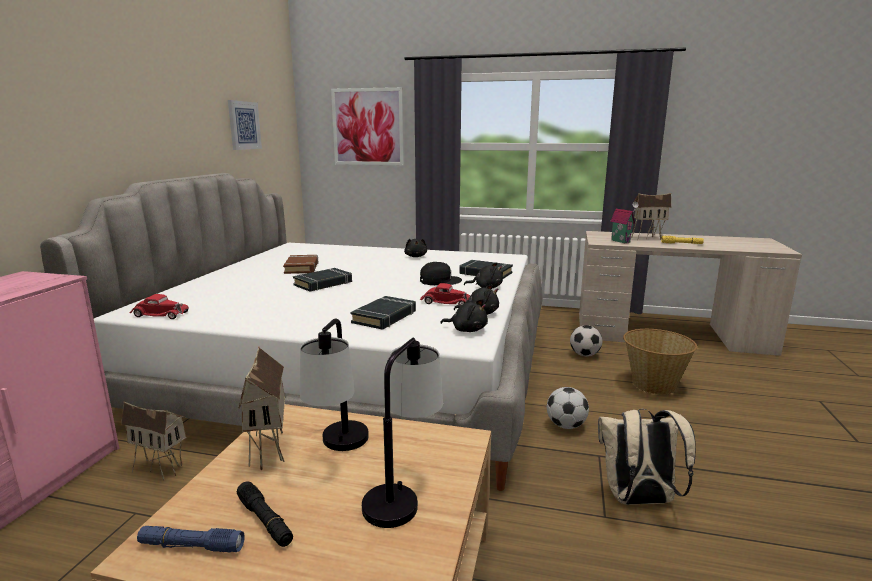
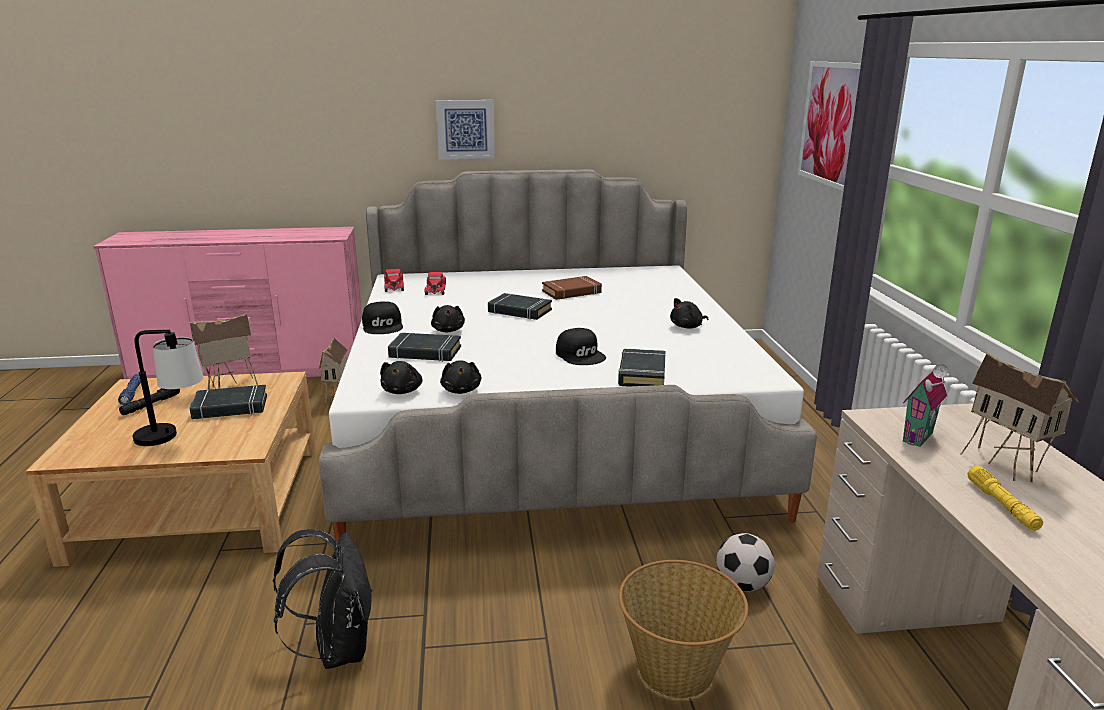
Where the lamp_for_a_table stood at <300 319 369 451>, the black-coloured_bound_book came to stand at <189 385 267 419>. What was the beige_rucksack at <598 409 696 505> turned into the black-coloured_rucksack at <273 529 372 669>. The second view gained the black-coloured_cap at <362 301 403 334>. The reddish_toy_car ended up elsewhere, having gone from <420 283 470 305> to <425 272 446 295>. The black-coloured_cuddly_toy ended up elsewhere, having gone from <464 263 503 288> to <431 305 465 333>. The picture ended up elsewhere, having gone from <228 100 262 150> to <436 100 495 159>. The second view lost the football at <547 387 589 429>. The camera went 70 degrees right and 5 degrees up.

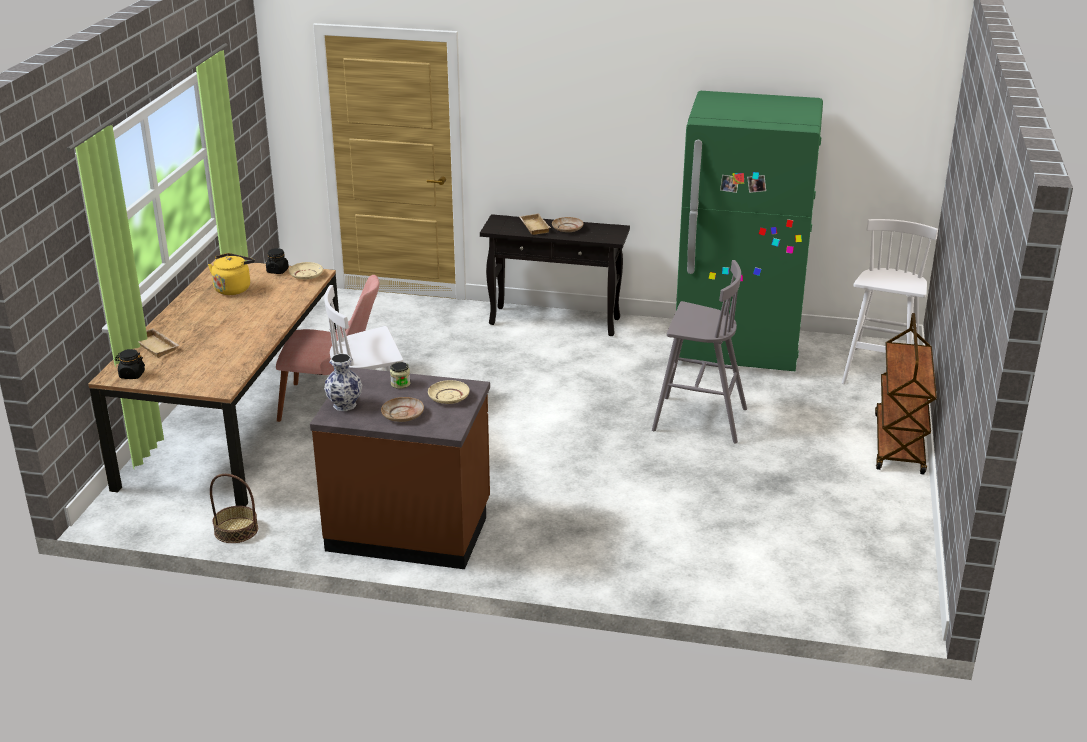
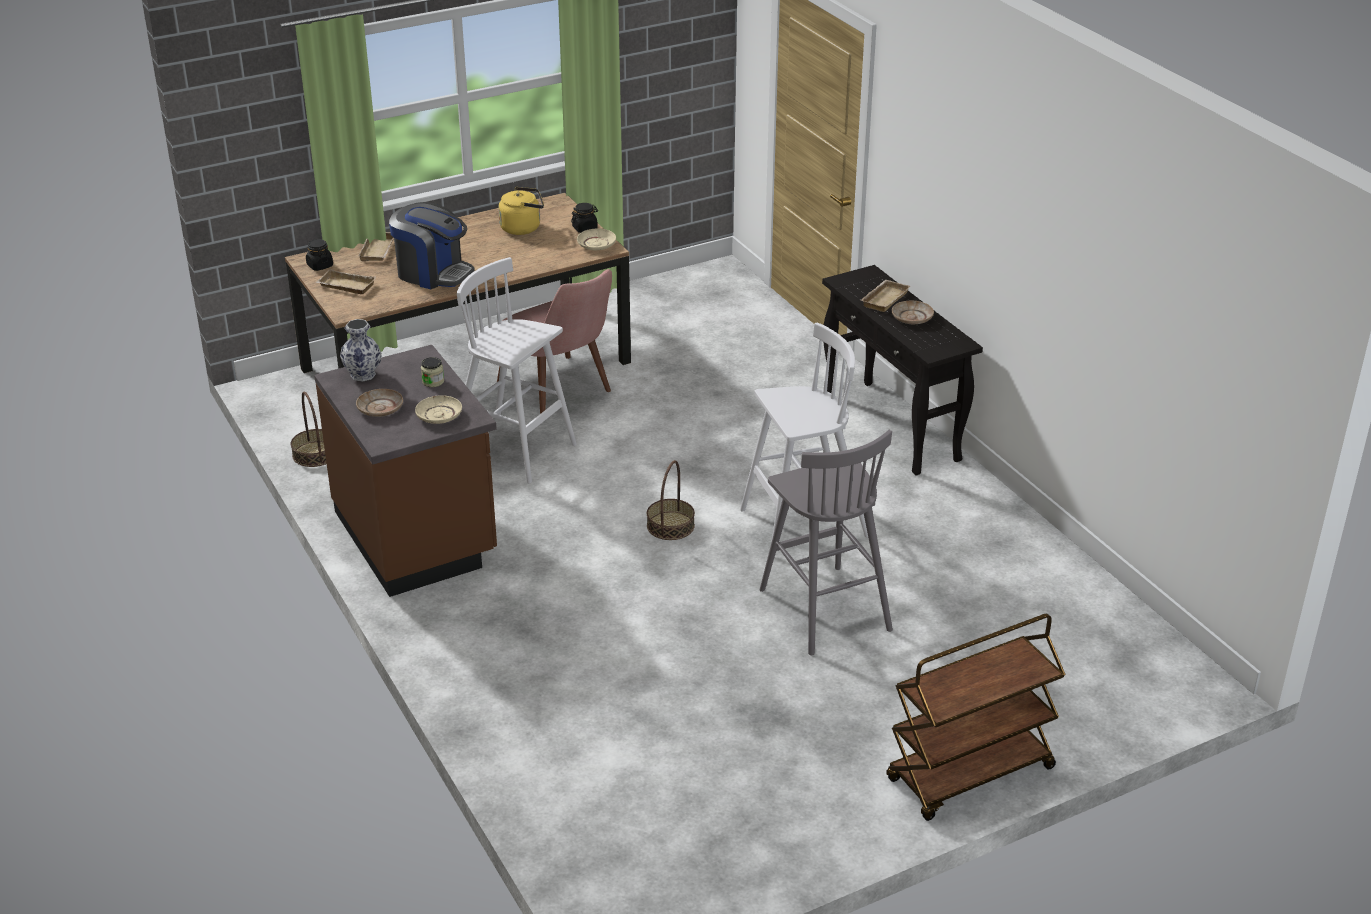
The second view gained the beige_serving_tray at <316 269 376 294>. The second view gained the coffee_machine at <389 202 475 289>. The second view gained the basket at <647 460 695 540>. The whitish_stool ended up elsewhere, having gone from <842 219 938 384> to <740 322 868 543>. The second view lost the green-coloured_refrigerator at <676 91 823 371>. The camera went 50 degrees right and 5 degrees up.

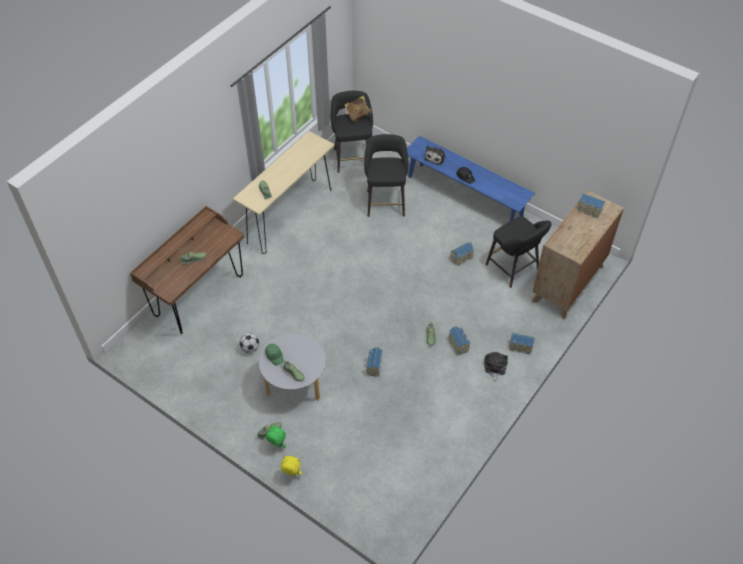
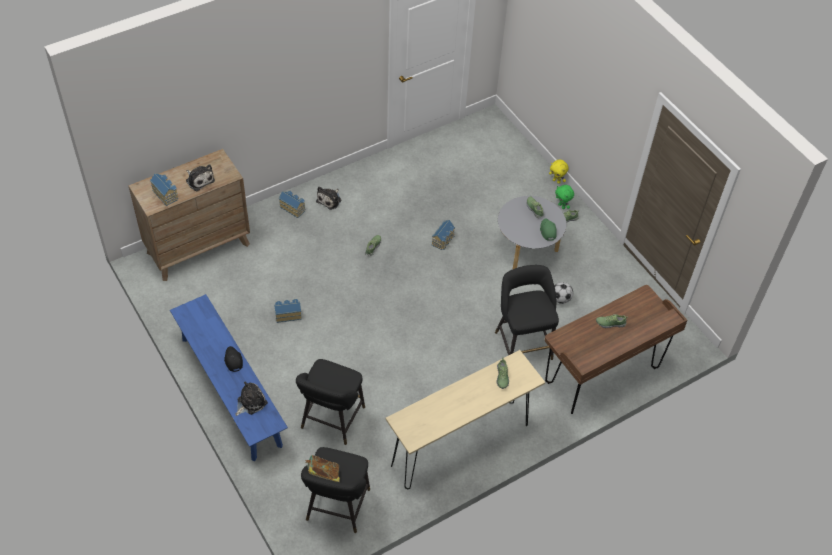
The second view gained the cuddly_toy at <186 164 215 191>. The black-coloured_stool ended up elsewhere, having gone from <486 216 552 288> to <495 265 559 360>. The second view lost the miniature_house at <449 326 470 355>. The camera went 160 degrees left and 0 degrees up.

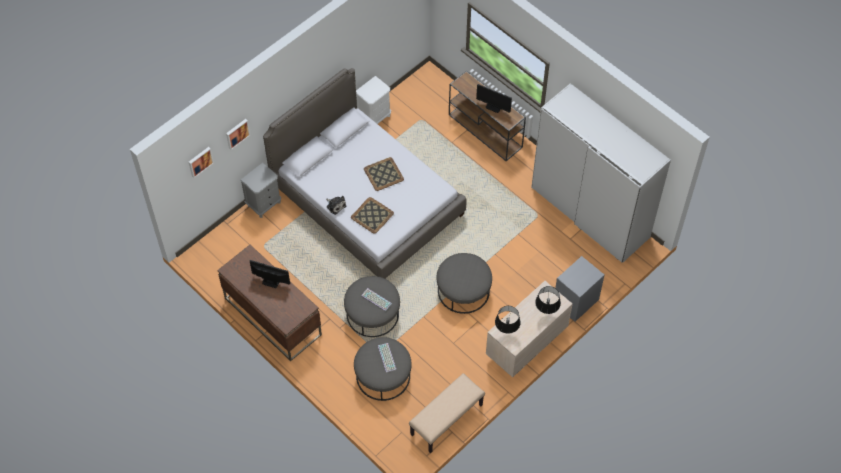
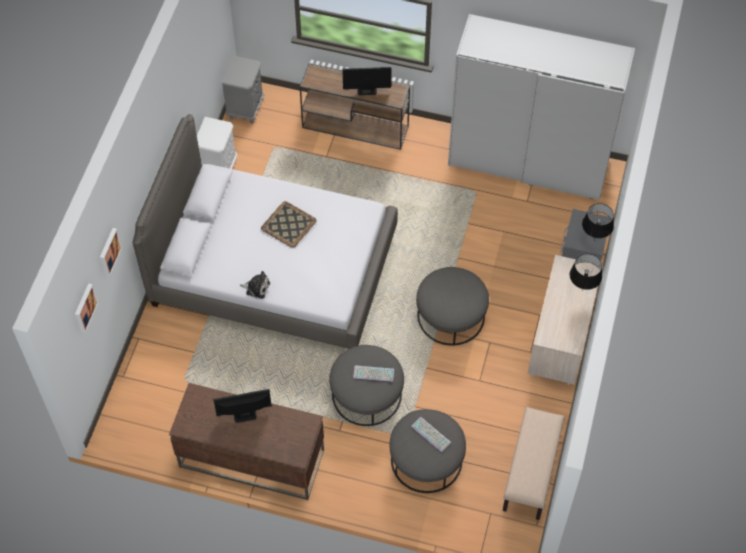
The gray_bedside_table ended up elsewhere, having gone from <240 163 281 218> to <222 56 264 124>. The black-coloured_lamp_for_a_table ended up elsewhere, having gone from <495 306 521 334> to <582 203 614 240>. The second view lost the serving_tray at <351 197 394 234>. The camera went 30 degrees left and 0 degrees up.

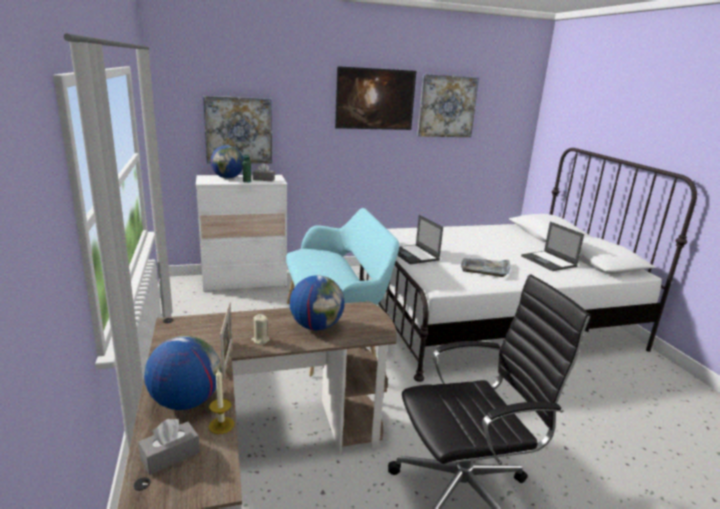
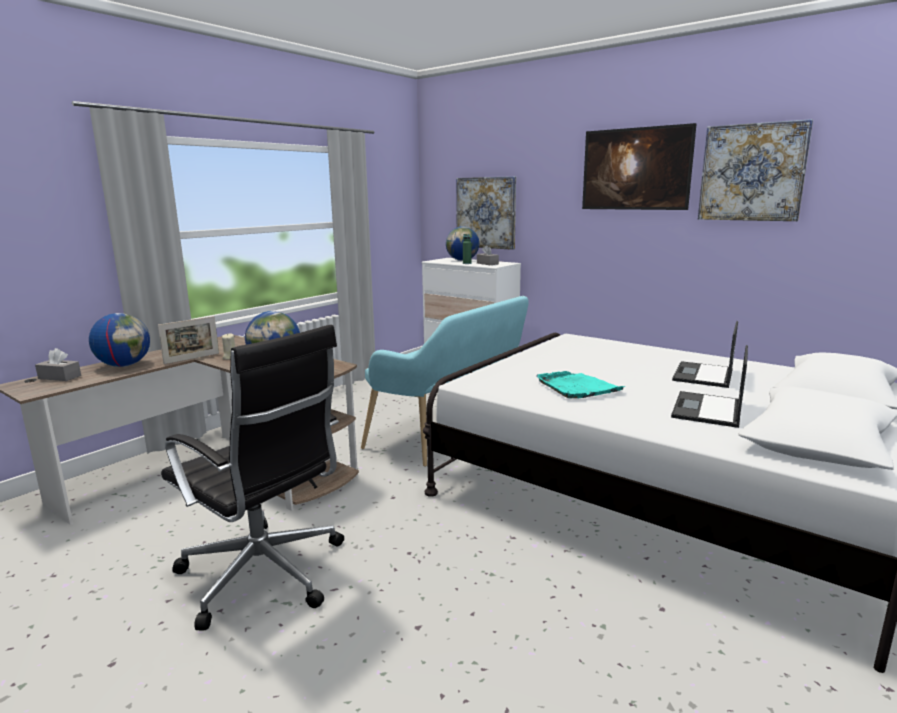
What was the gray_serving_tray at <461 258 511 277> turned into the turquoise-coloured_serving_tray at <536 371 627 398>. The notebook_computer ended up elsewhere, having gone from <397 215 443 264> to <672 321 738 388>. The second view lost the wax_candle at <209 369 234 434>. The camera went 55 degrees right and 5 degrees down.

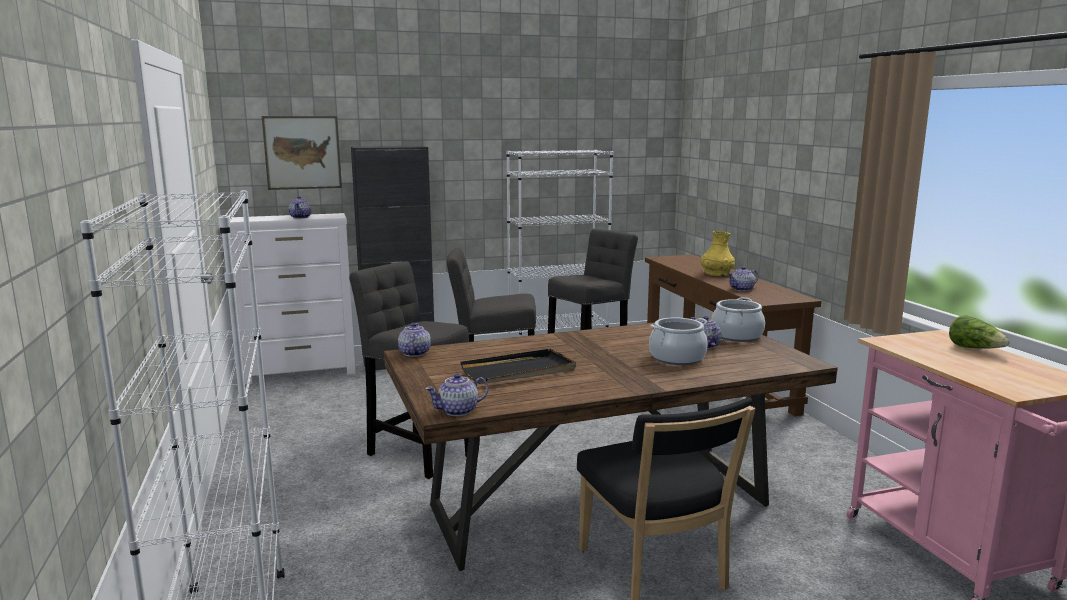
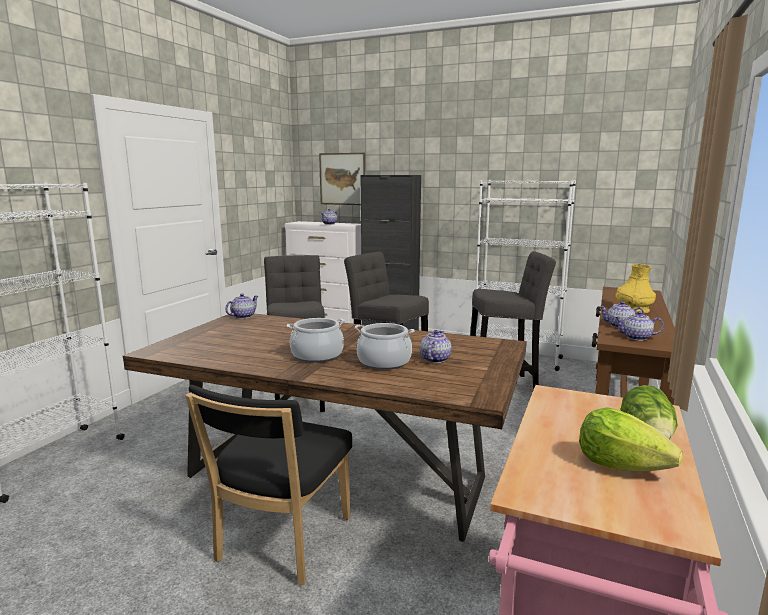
The cooking_pot ended up elsewhere, having gone from <711 297 765 342> to <287 318 345 363>. The second view gained the lettuce_head at <579 407 682 472>. The tea_pot ended up elsewhere, having gone from <425 373 489 416> to <615 311 664 341>. The second view lost the black-coloured_serving_tray at <461 349 576 384>. The camera went 40 degrees right and 0 degrees up.

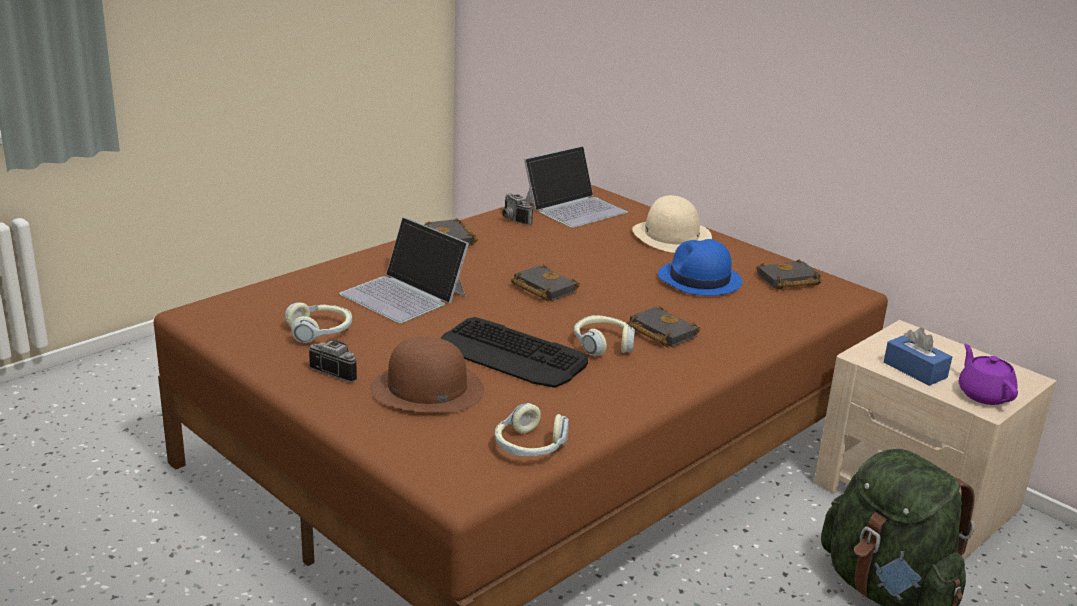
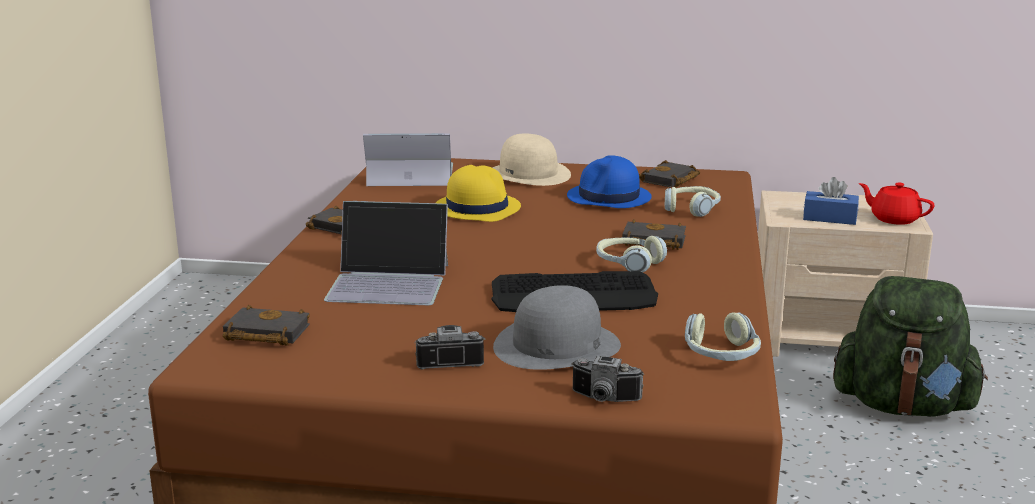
The black-coloured_bound_book ended up elsewhere, having gone from <511 264 580 301> to <223 305 310 346>. The notebook_computer at <524 146 628 228> ended up facing another way, 105 degrees counterclockwise from before. The second view gained the yellow_wearable_hat at <436 165 521 222>. What was the brownish_wearable_hat at <370 337 484 413> turned into the gray_wearable_hat at <493 285 621 370>. The photo_camera ended up elsewhere, having gone from <502 194 533 225> to <571 356 644 402>. The headset ended up elsewhere, having gone from <285 302 352 343> to <665 186 721 217>. What was the purple_tea_pot at <959 344 1018 405> turned into the reddish_tea_pot at <859 183 934 225>. The camera went 35 degrees left and 5 degrees down.

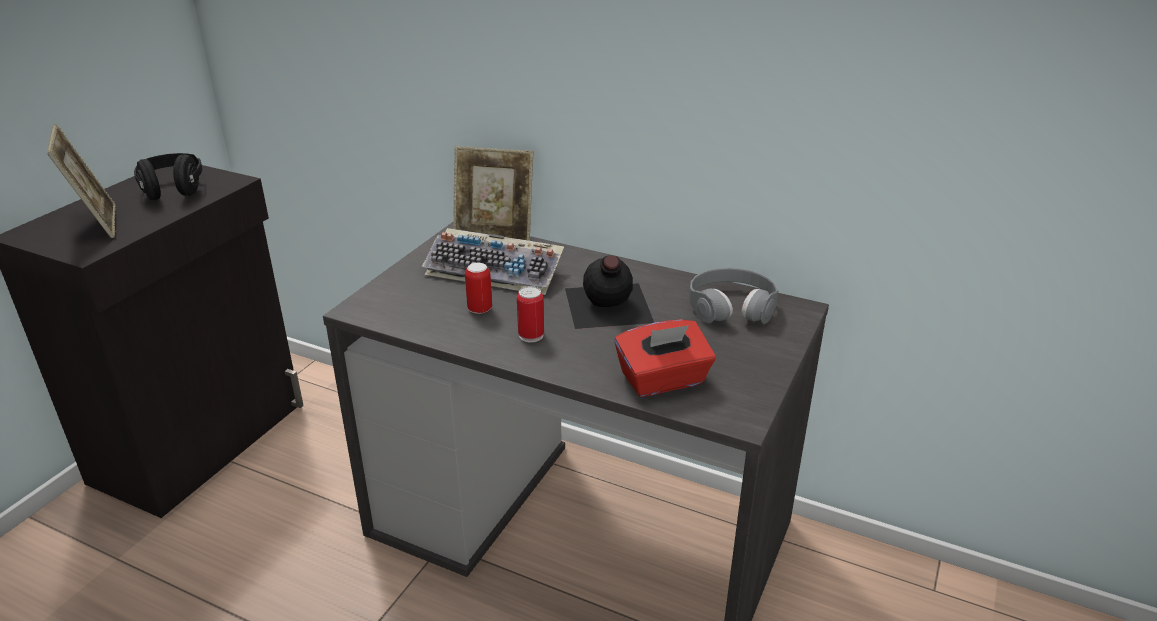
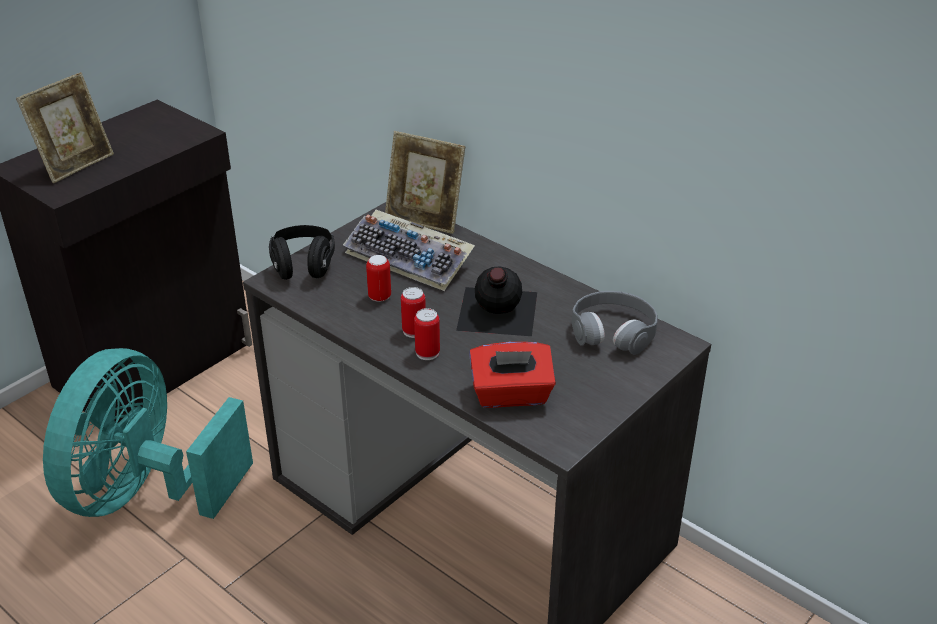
The standing_frame at <47 124 116 238> ended up facing another way, 45 degrees clockwise from before. The second view gained the turquoise-coloured_fan at <43 348 253 519>. The black-coloured_headset ended up elsewhere, having gone from <134 153 202 200> to <269 225 335 280>. The second view gained the can at <414 308 440 360>. The camera went 15 degrees right and 5 degrees up.

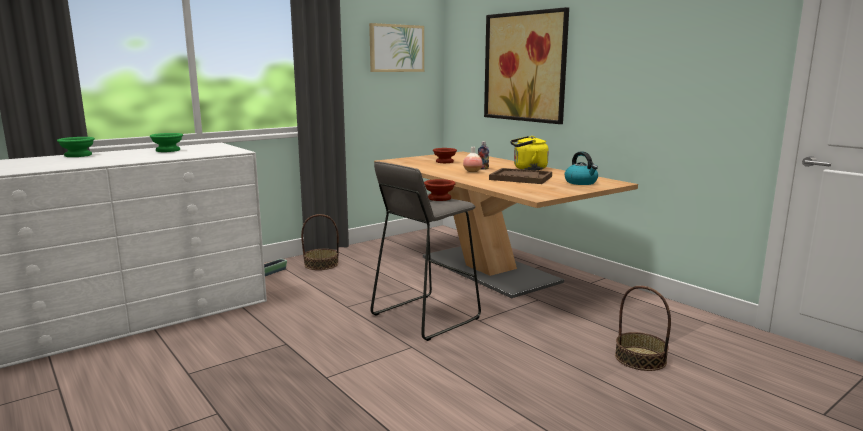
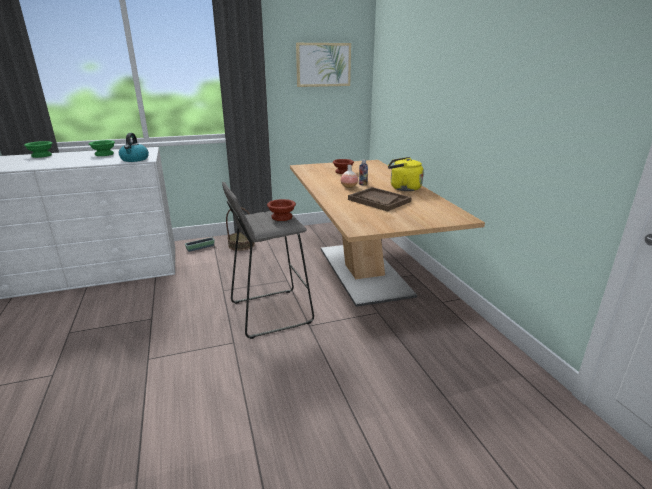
The water_kettle ended up elsewhere, having gone from <565 151 598 185> to <119 133 149 162>. The second view lost the picture at <484 7 569 124>. The second view lost the basket at <615 286 671 371>. The camera went 20 degrees right and 10 degrees up.

